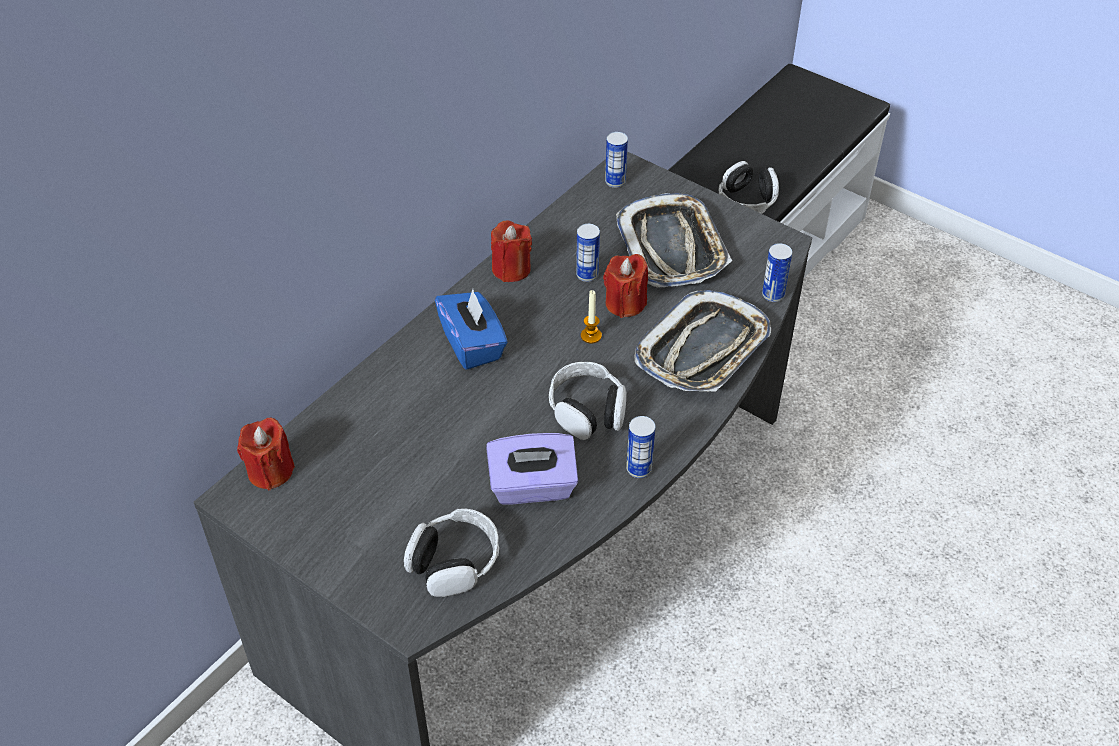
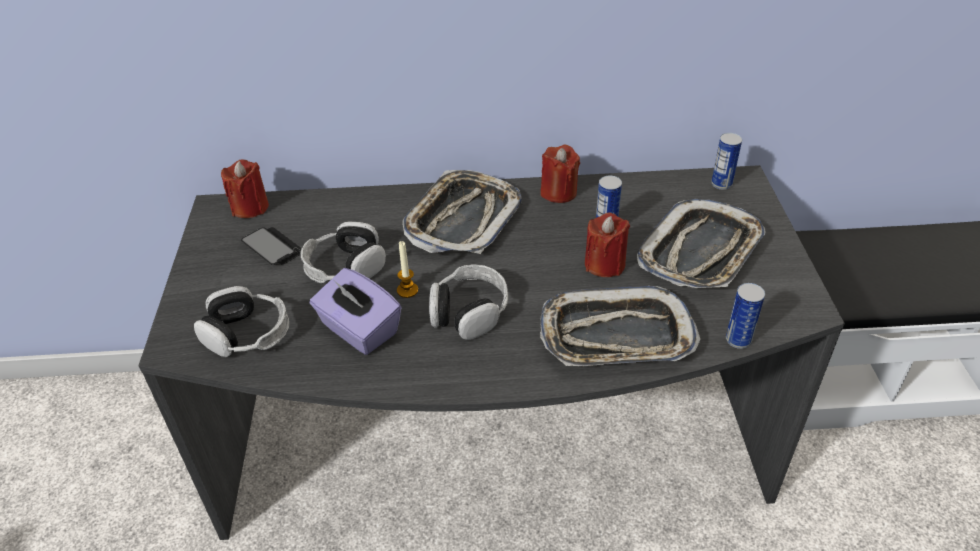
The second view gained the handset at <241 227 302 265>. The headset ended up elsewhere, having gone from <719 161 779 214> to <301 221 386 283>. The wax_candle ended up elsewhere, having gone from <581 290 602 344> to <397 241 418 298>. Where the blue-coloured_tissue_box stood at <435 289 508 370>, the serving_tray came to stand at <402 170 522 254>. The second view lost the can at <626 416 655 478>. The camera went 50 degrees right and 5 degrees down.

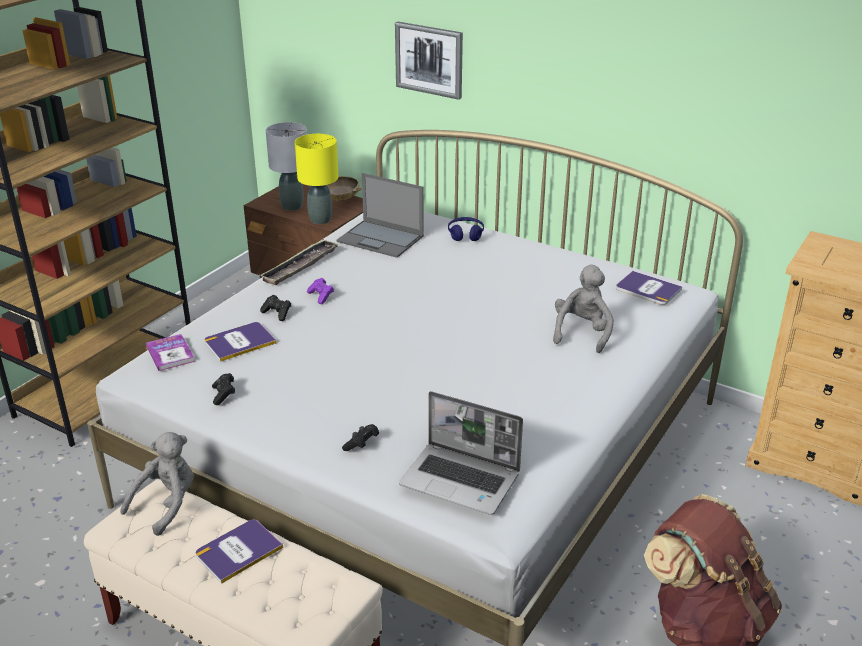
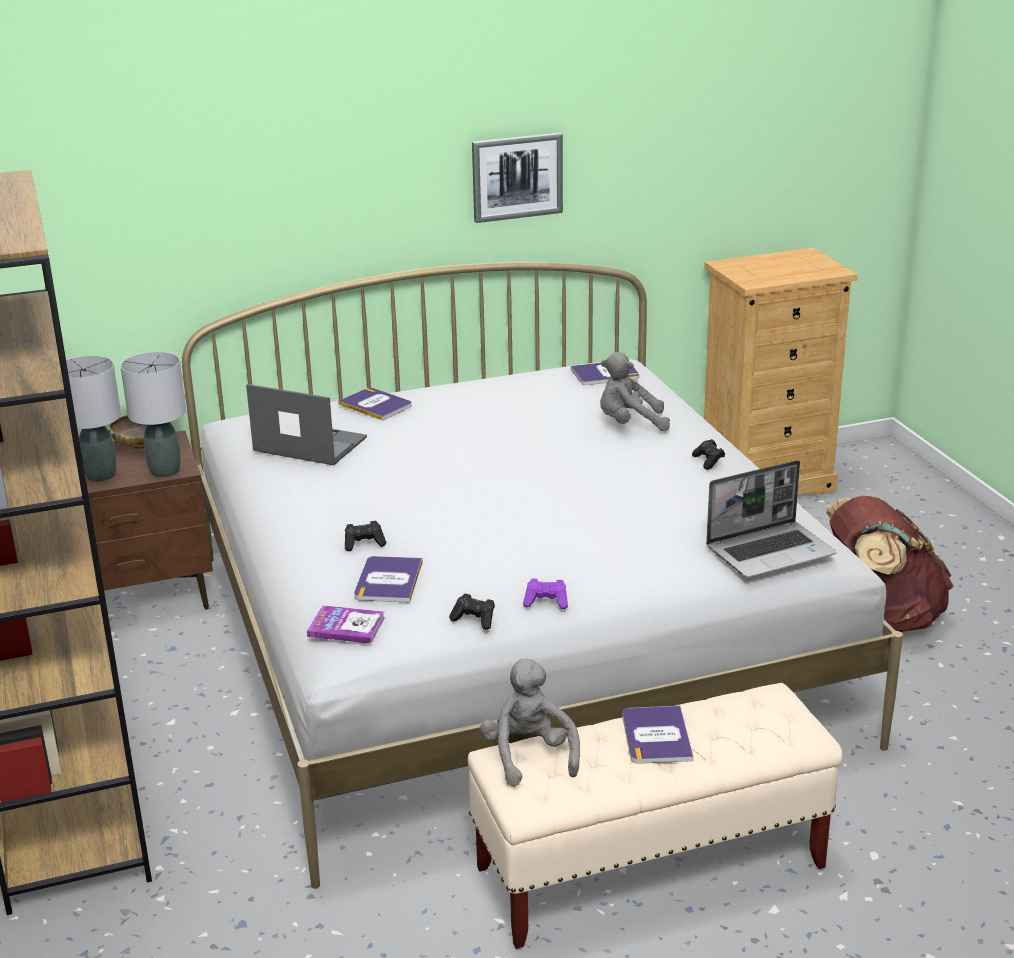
What was the yellow_lamp_for_a_table at <295 134 338 224> turned into the gray_lamp_for_a_table at <120 352 186 478>. The notebook_computer at <337 173 424 258> ended up facing another way, 135 degrees counterclockwise from before. Where the blue-coloured_headset stood at <448 217 484 241>, the bound_book came to stand at <338 388 411 420>. The picture ended up elsewhere, having gone from <395 22 463 100> to <472 133 563 223>. The purple_gamepad ended up elsewhere, having gone from <307 278 334 304> to <523 579 568 609>. The gray_cuddly_toy at <553 265 614 353> ended up facing another way, 60 degrees counterclockwise from before. The black-coloured_gamepad ended up elsewhere, having gone from <342 424 379 451> to <692 439 725 470>. The second view lost the serving_tray at <259 239 339 285>. The camera went 50 degrees left and 5 degrees down.

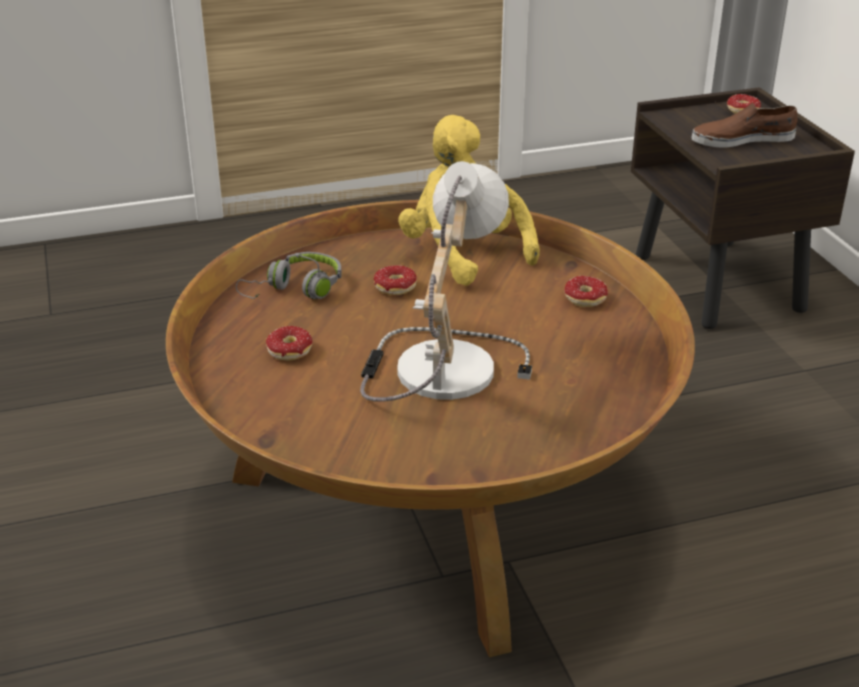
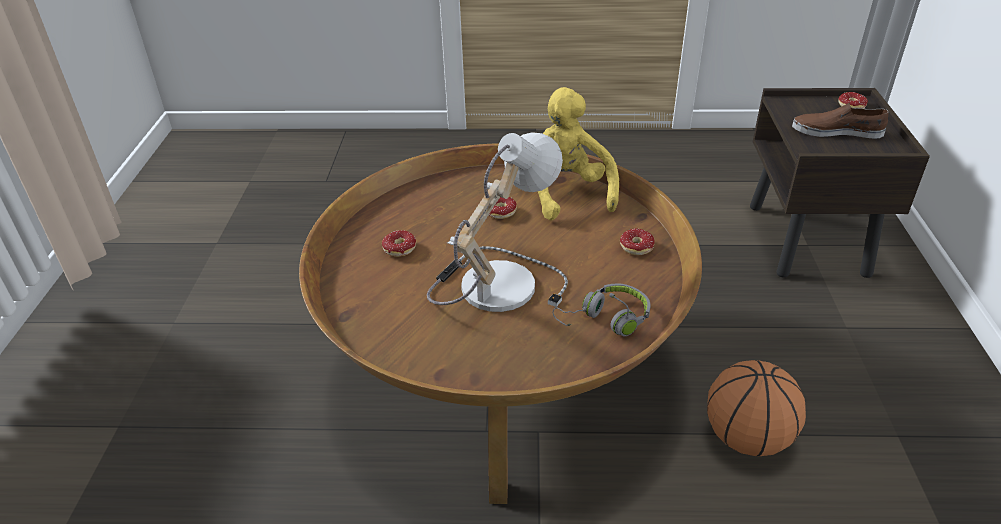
The gray_headset ended up elsewhere, having gone from <236 252 342 299> to <553 284 651 336>. The second view gained the basketball_ball at <707 360 806 456>. The camera went 20 degrees right and 5 degrees up.

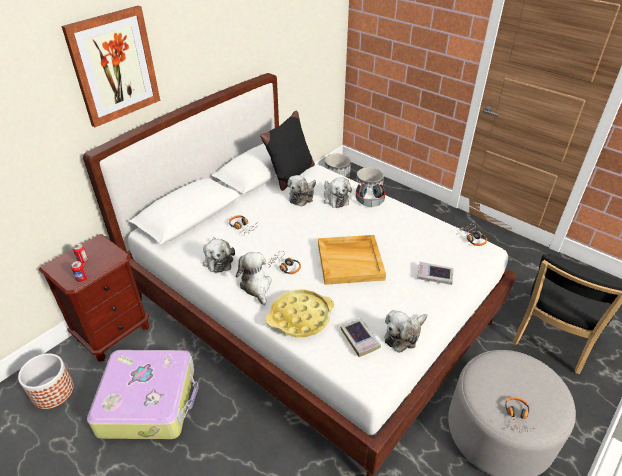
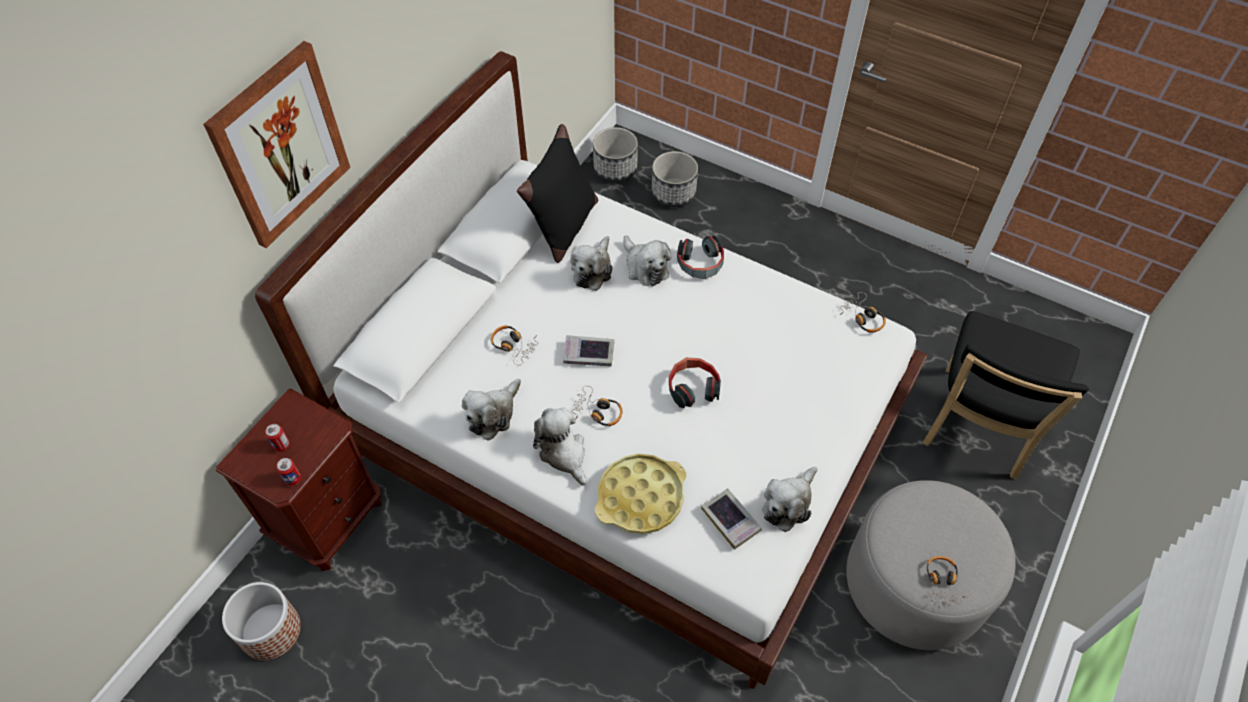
The cuddly_toy at <203 237 235 273> ended up facing another way, 60 degrees clockwise from before. The bound_book ended up elsewhere, having gone from <417 262 454 285> to <563 335 614 366>. Where the beige_serving_tray stood at <318 235 386 285>, the headset came to stand at <669 357 721 408>. The second view lost the suitcase at <87 350 199 439>. The camera went 10 degrees left and 15 degrees up.

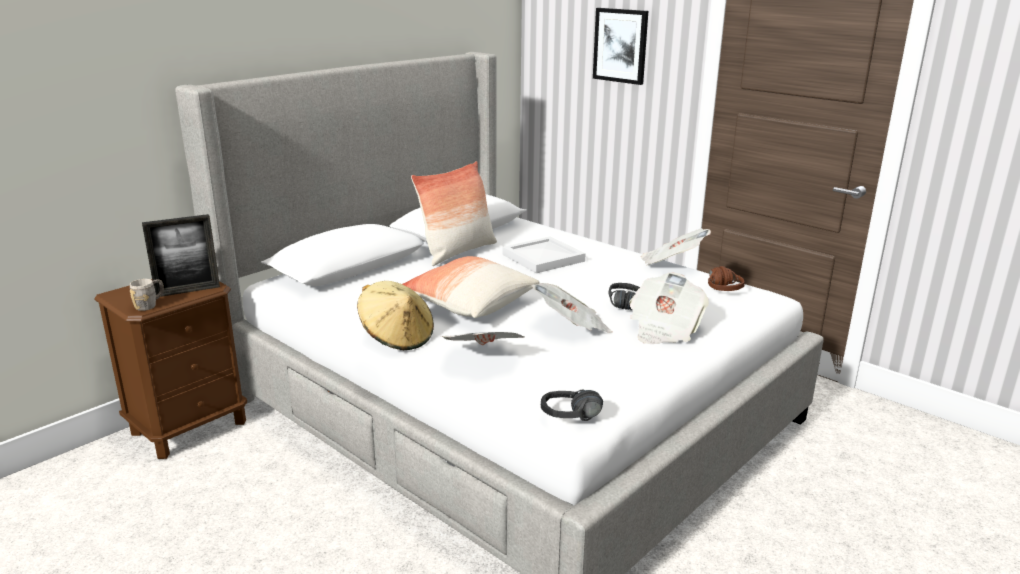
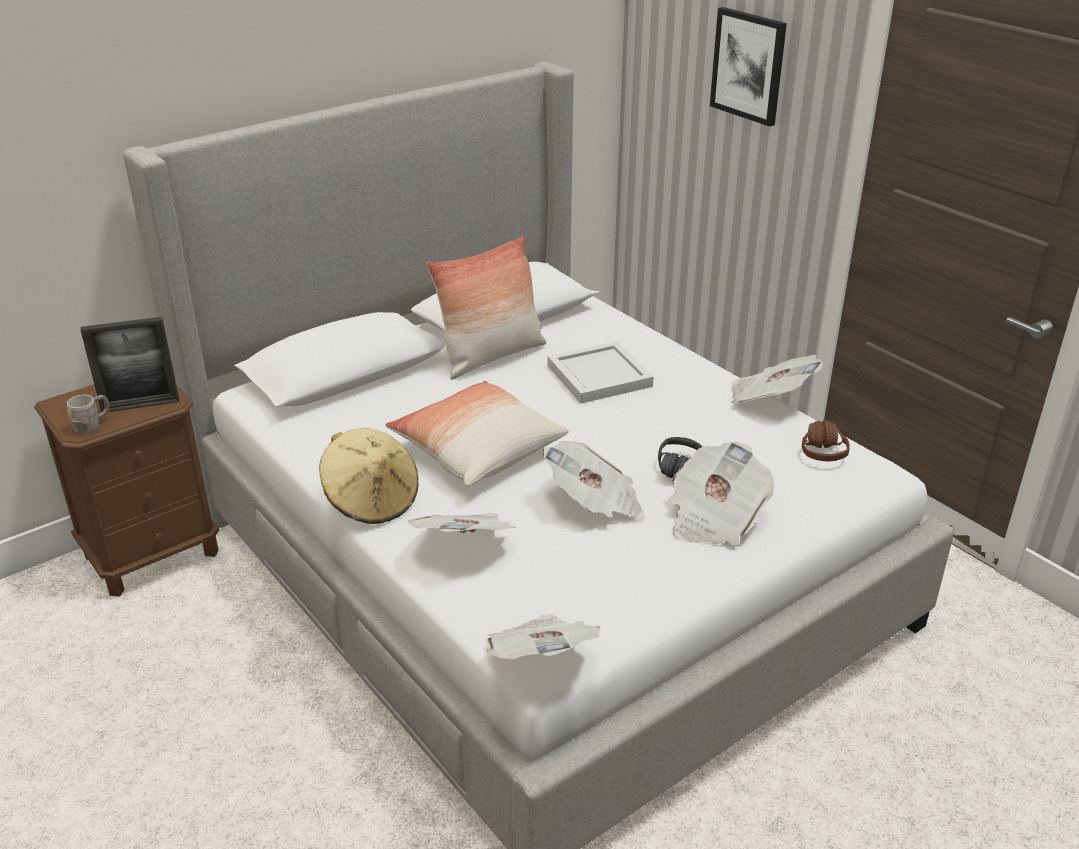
Where the black-coloured_headset stood at <541 390 603 421>, the daily_paper came to stand at <485 614 601 659>. The camera went 10 degrees right and 10 degrees up.

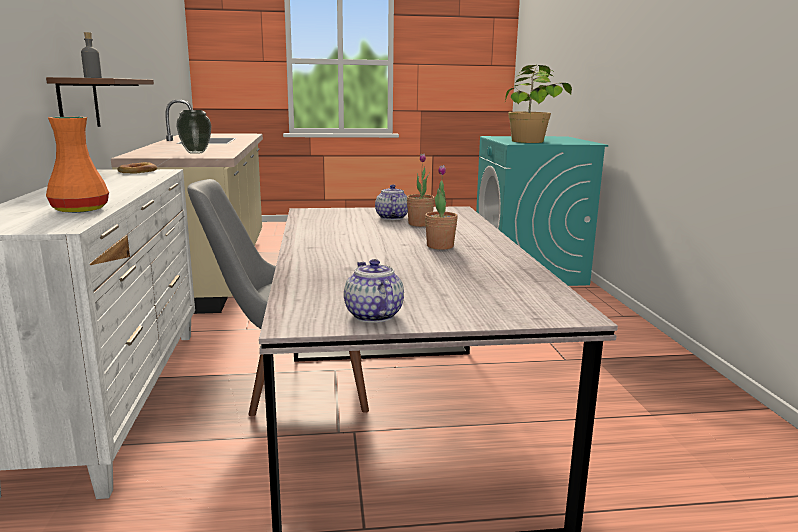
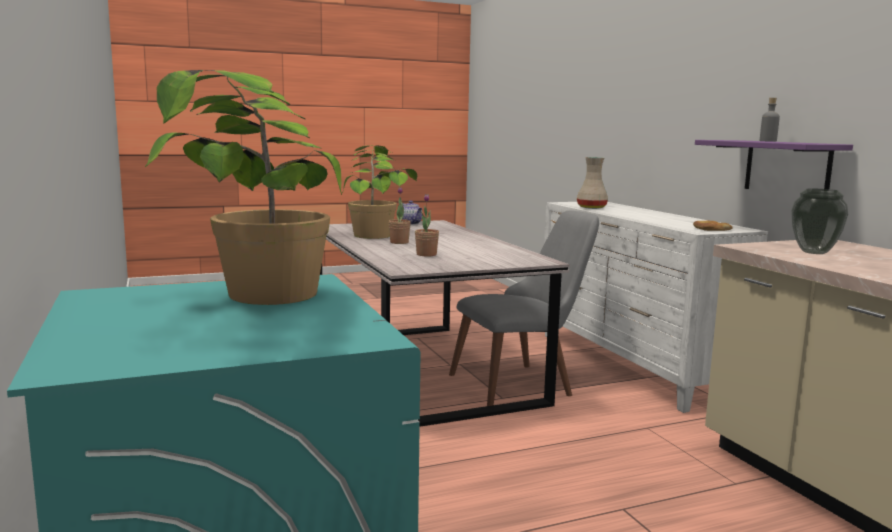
The second view gained the houseplant at <343 145 417 239>. What was the orange_vase at <46 117 109 213> turned into the beige_vase at <577 157 608 209>. What was the brownish_shelf at <46 77 154 127> turned into the purple_shelf at <695 140 853 189>. The second view lost the tea_pot at <375 184 408 220>. The camera went 165 degrees right and 5 degrees down.

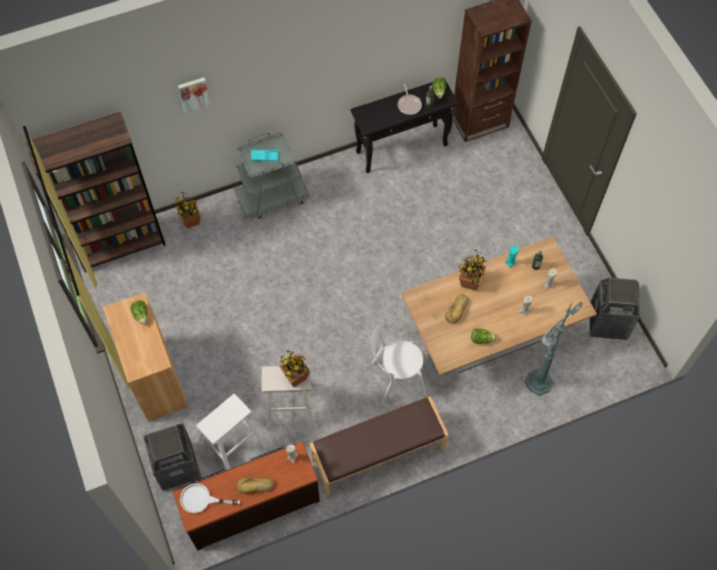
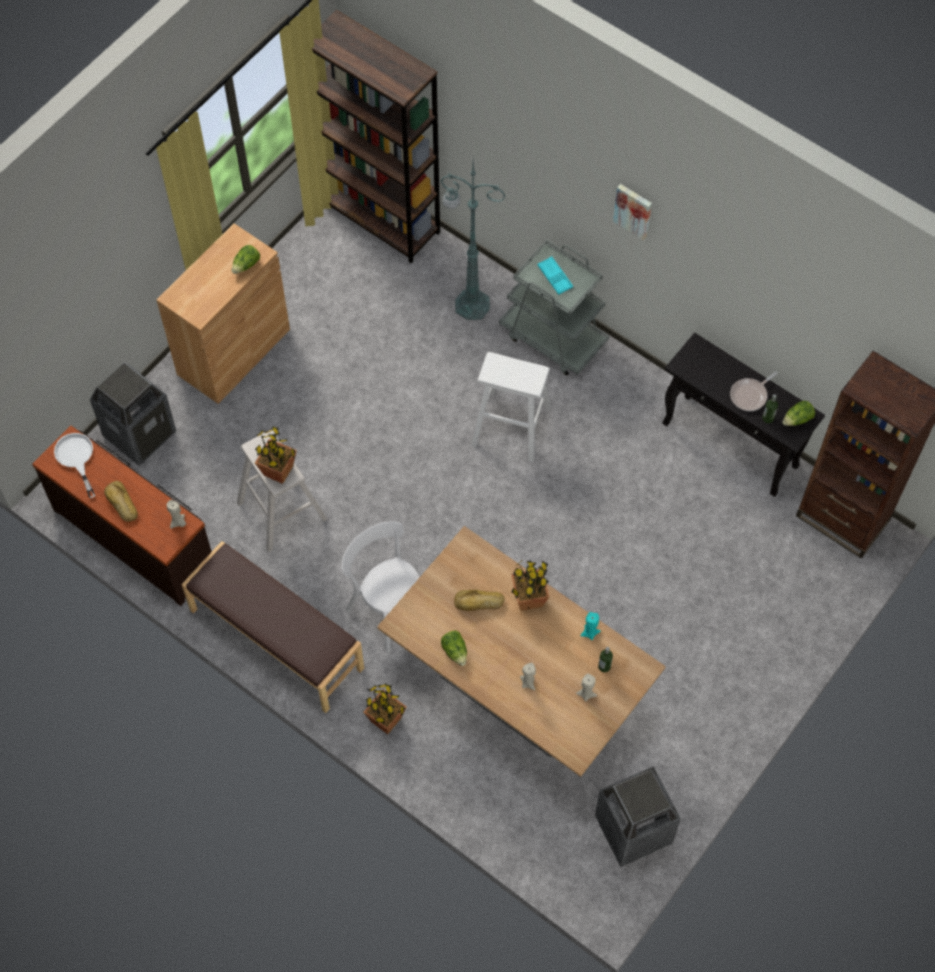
The houseplant ended up elsewhere, having gone from <176 192 201 228> to <363 684 407 734>. The green-coloured_standing_lamp ended up elsewhere, having gone from <525 301 583 396> to <441 161 506 320>. The whitish_stool ended up elsewhere, having gone from <196 394 267 470> to <471 352 551 462>. The picture ended up elsewhere, having gone from <178 77 211 114> to <613 184 652 241>. The camera went 60 degrees right and 0 degrees up.

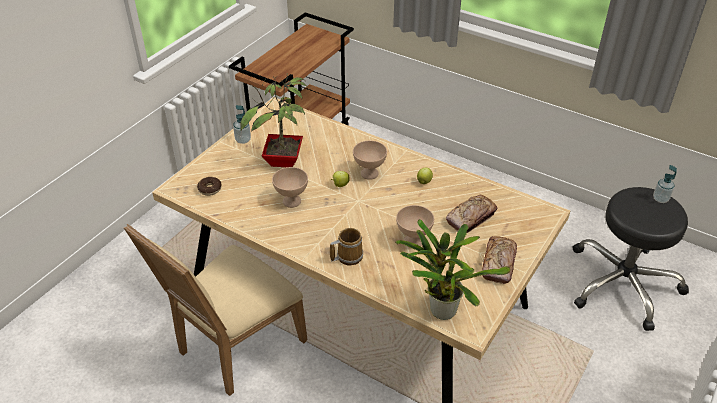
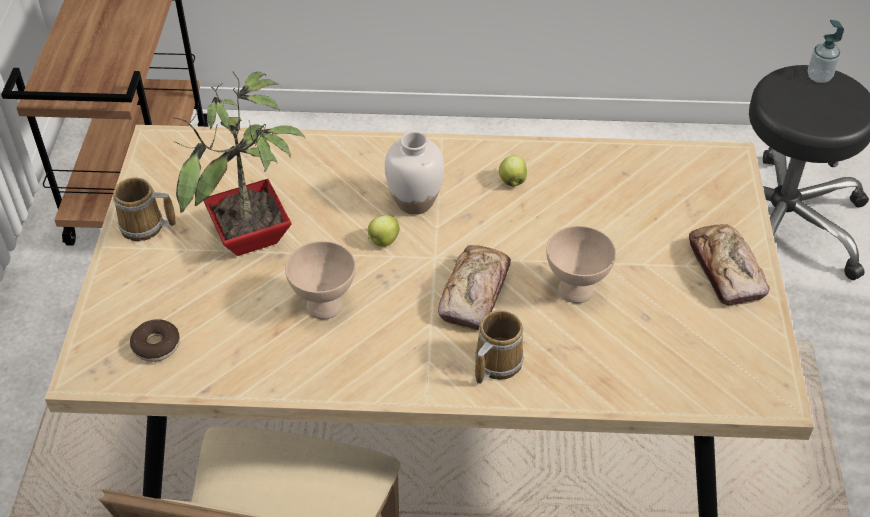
Where the soap_dispenser stood at <233 105 251 144>, the tea_mug came to stand at <113 177 176 241>. Where the beige_deep_dish stood at <353 141 387 180>, the whitish_vase came to stand at <385 131 444 215>. The baked_bread ended up elsewhere, having gone from <446 195 498 233> to <438 245 511 331>. The second view lost the houseplant at <395 219 511 320>. The camera went 30 degrees left and 5 degrees up.

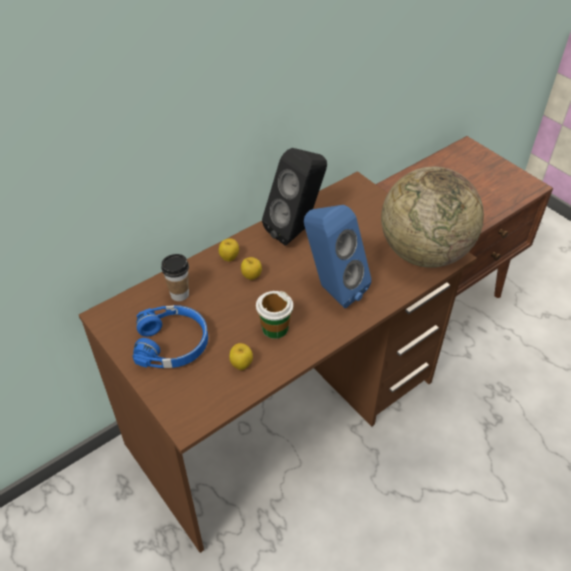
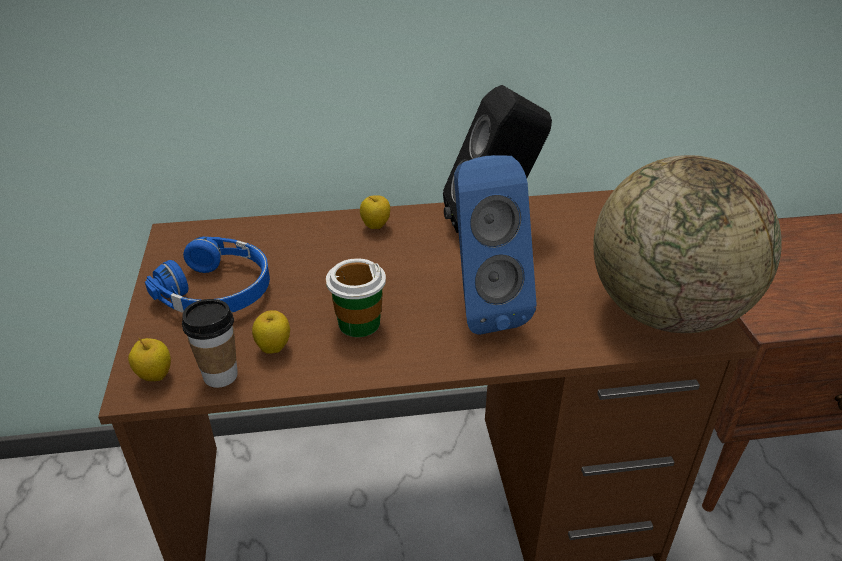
The apple ended up elsewhere, having gone from <241 257 262 280> to <128 338 171 381>. The small_cup ended up elsewhere, having gone from <161 254 189 301> to <182 299 238 388>. The camera went 30 degrees right and 10 degrees down.

